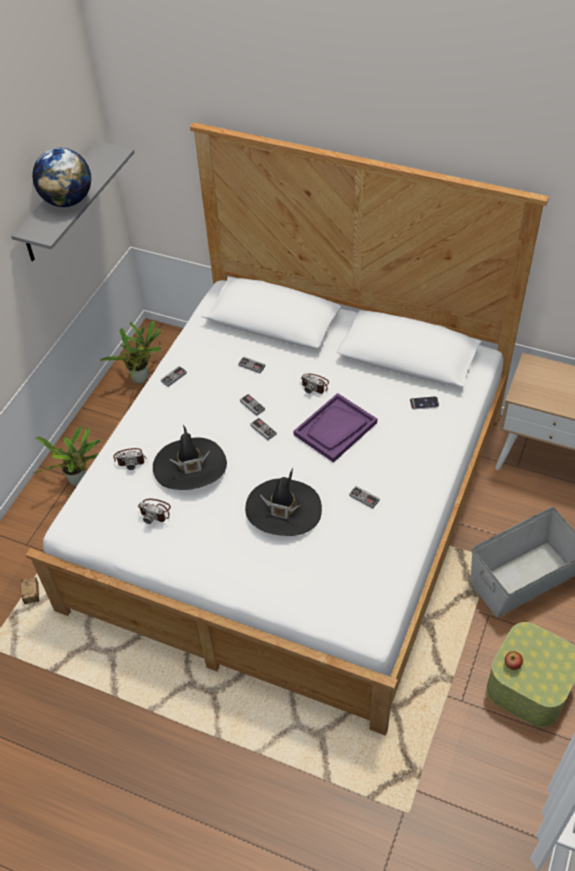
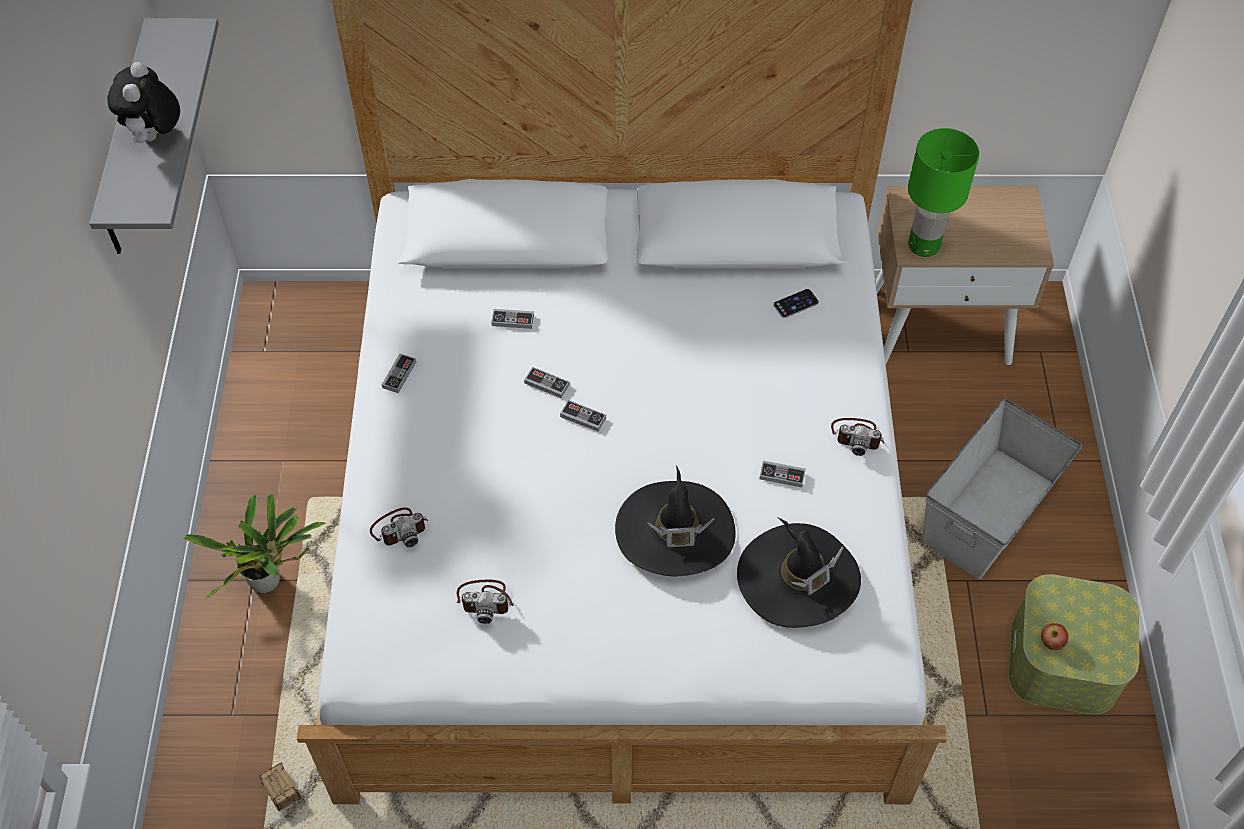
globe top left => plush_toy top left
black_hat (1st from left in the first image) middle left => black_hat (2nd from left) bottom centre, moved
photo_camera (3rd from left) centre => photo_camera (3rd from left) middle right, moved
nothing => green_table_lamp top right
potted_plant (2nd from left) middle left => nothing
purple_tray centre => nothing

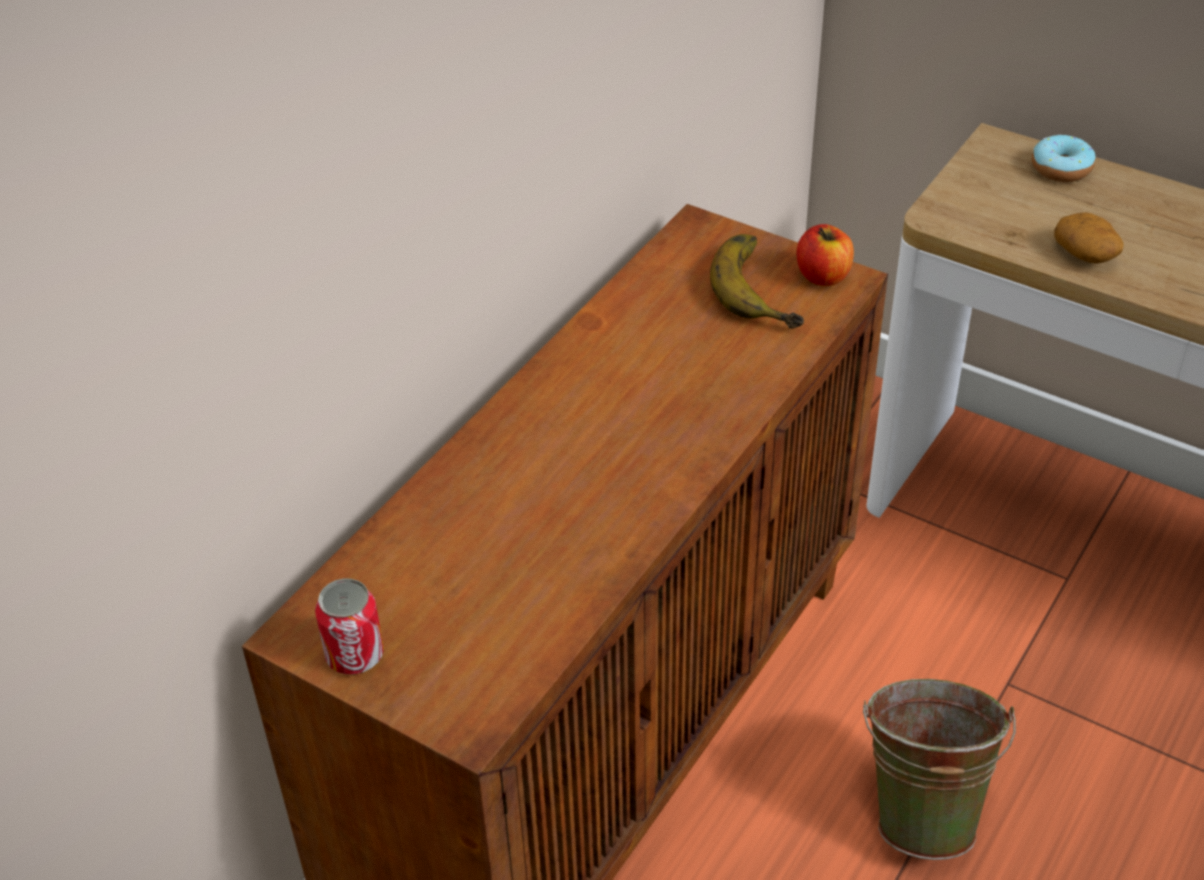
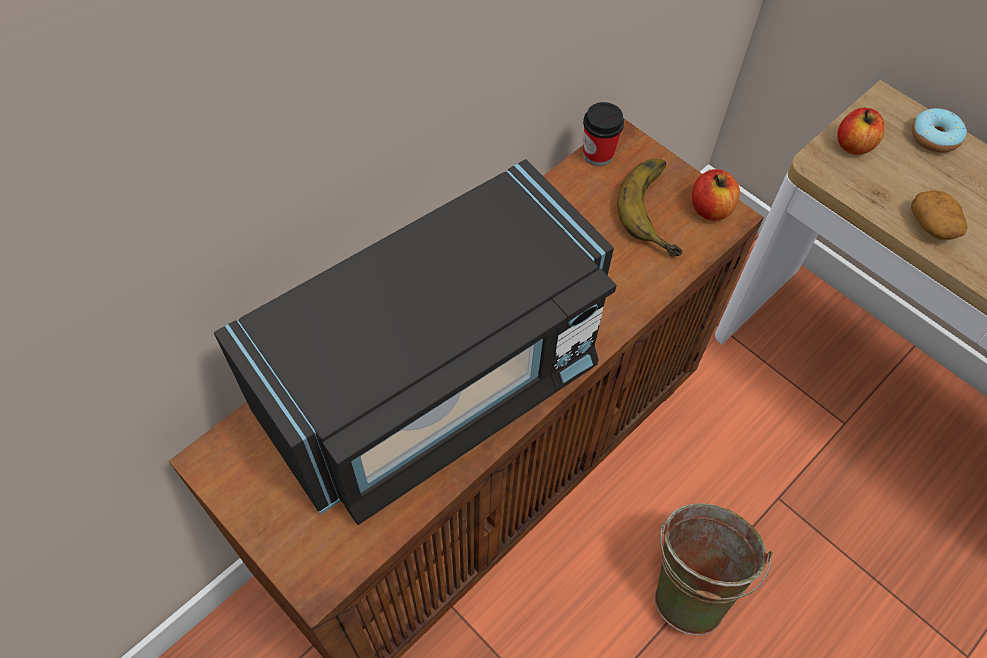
nothing => black_microwave centre
nothing => cup top centre
nothing => apple (2nd from left) top right
can bottom left => nothing

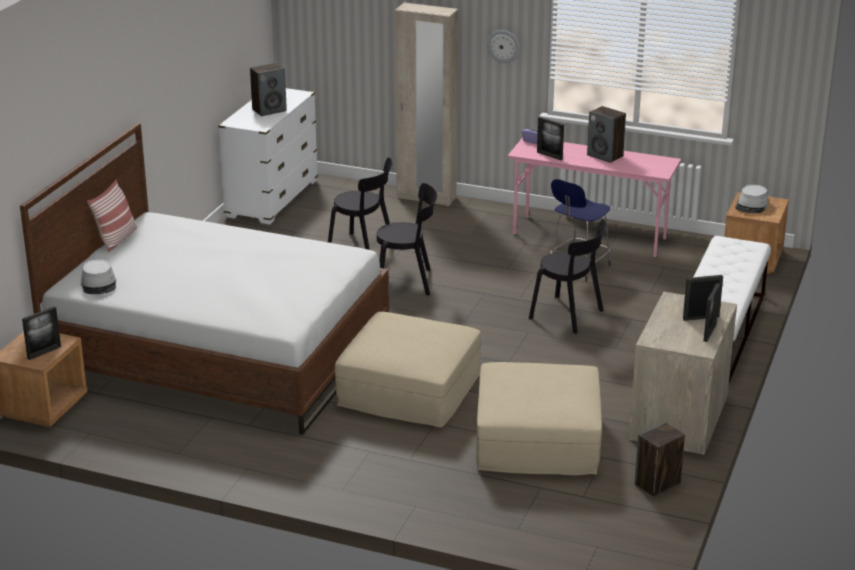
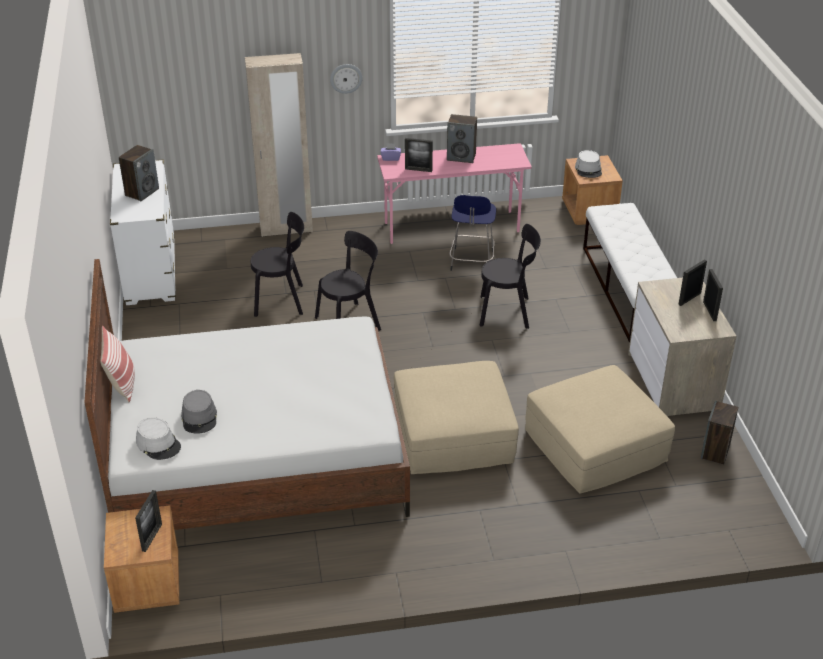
nothing => grey_hat (2nd from left) middle left

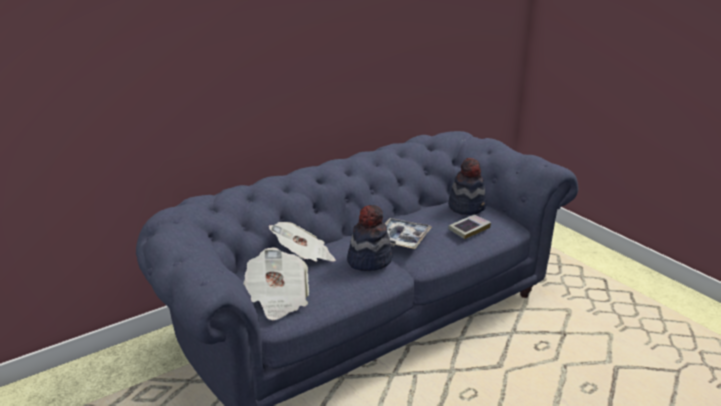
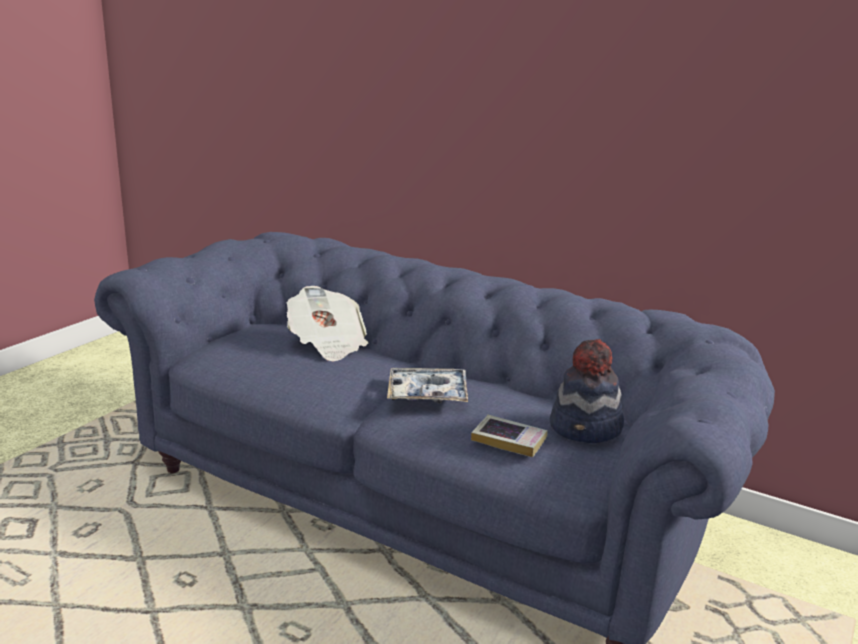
newspaper (1st from left) bottom centre => nothing
hat (1st from left) centre => nothing

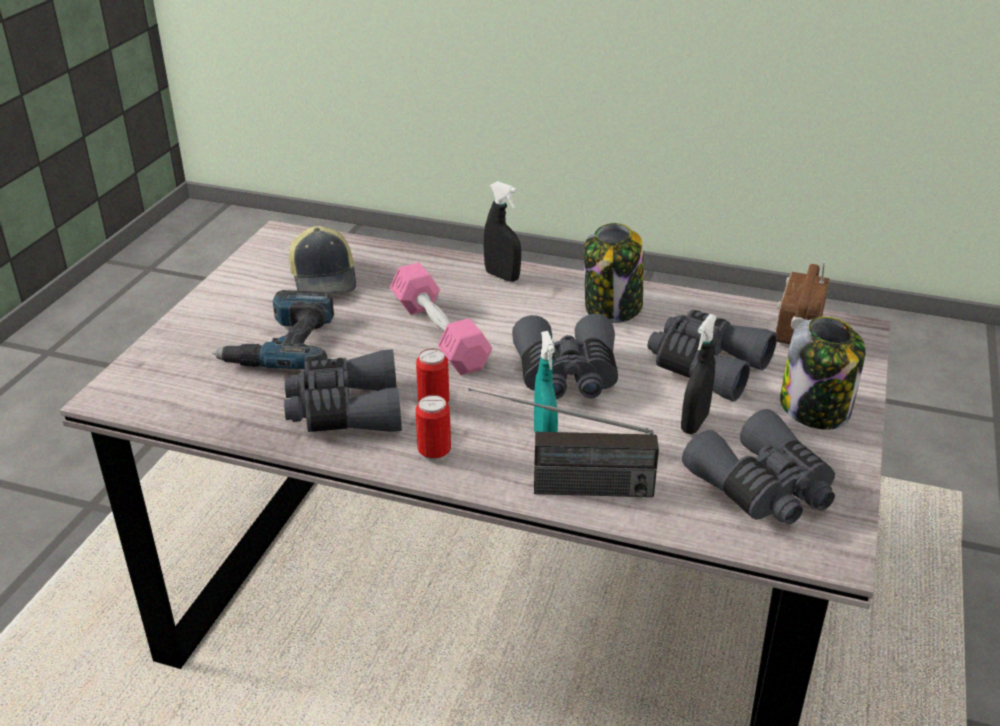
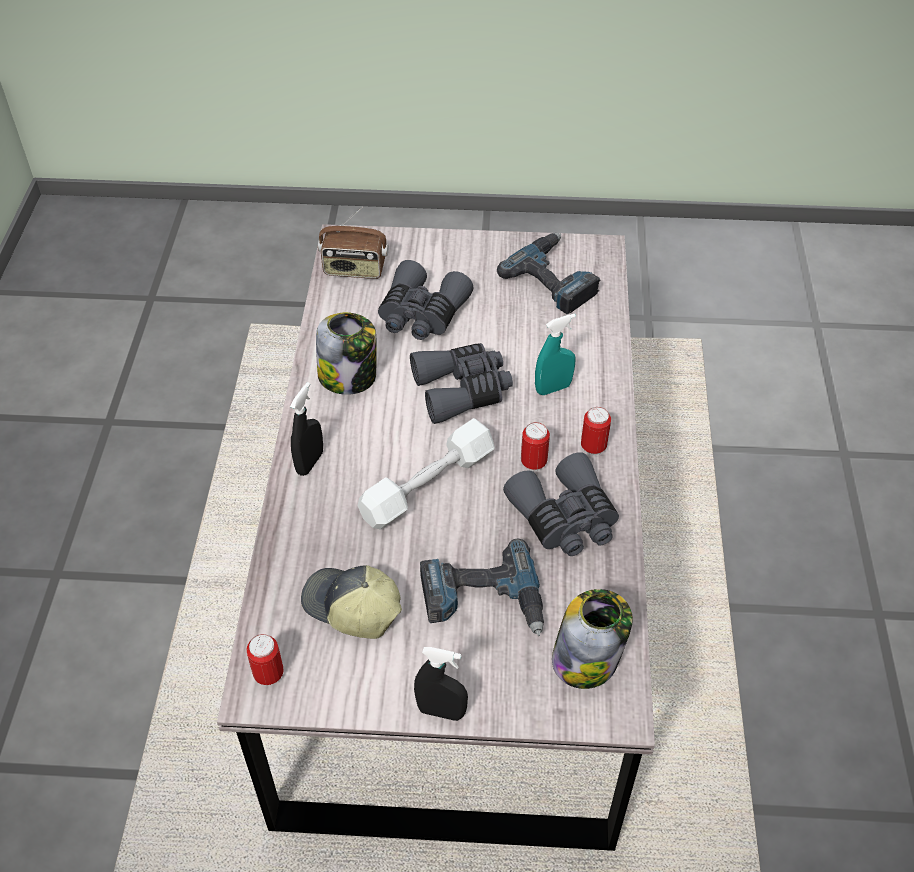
nothing => can (1st from left) bottom left
cap middle left => cap bottom centre, 120 degrees counterclockwise
pink_dumbbell centre => white_dumbbell centre
black_spray_bottle (2nd from left) middle right => black_spray_bottle (2nd from left) bottom centre, moved
grey_binoculars (4th from left) middle right => power_drill (2nd from left) top centre
jar (2nd from left) middle right => jar (2nd from left) bottom centre, moved
radio (1st from left) centre => nothing

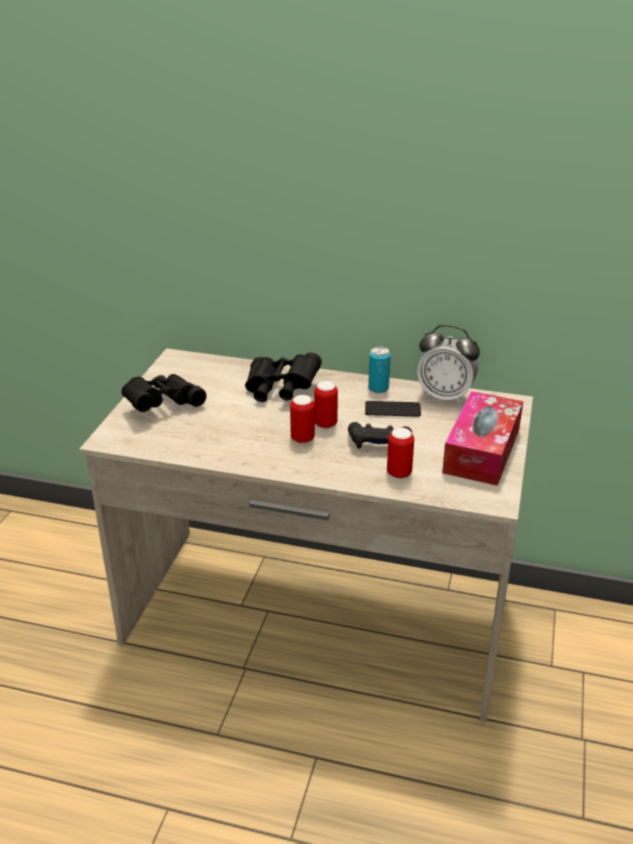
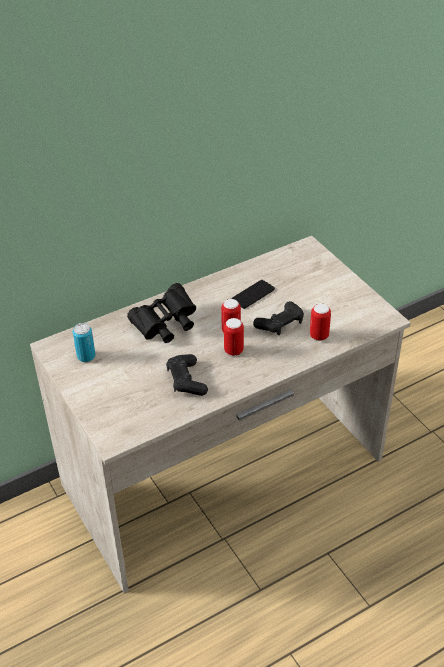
can (3rd from left in the first image) centre => can (1st from left) middle left, moved
nothing => black_game_controller (1st from left) centre
black_binoculars (1st from left) middle left => nothing
alarm_clock middle right => nothing
tissue_box middle right => nothing

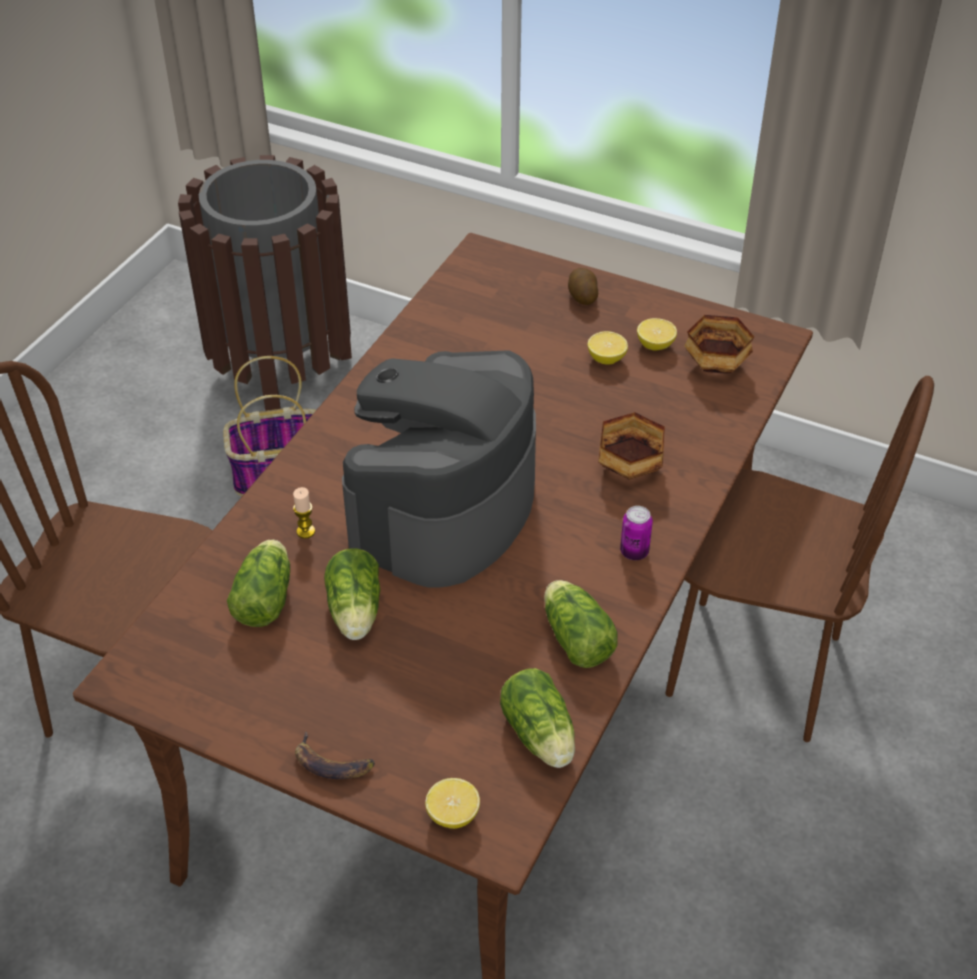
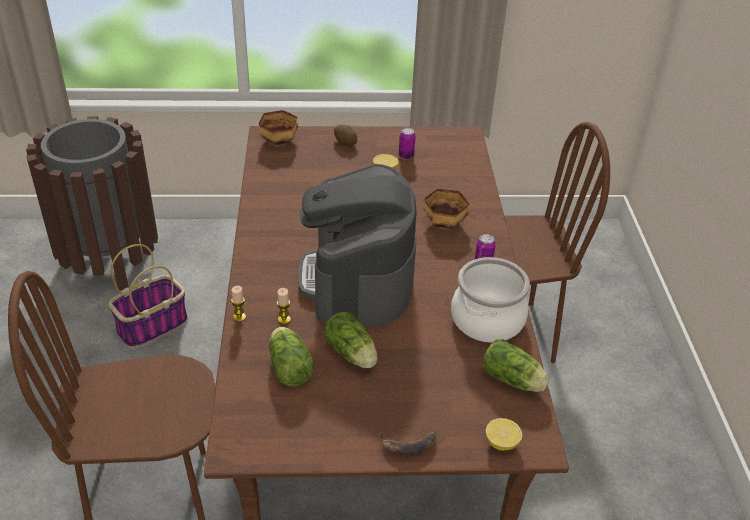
nothing => candle (1st from left) middle left
bowl (2nd from left in the first image) middle right => bowl (1st from left) top centre, moved
lemon (3rd from left) middle right => can (1st from left) top centre
lettuce (4th from left) centre => cooking_pot centre

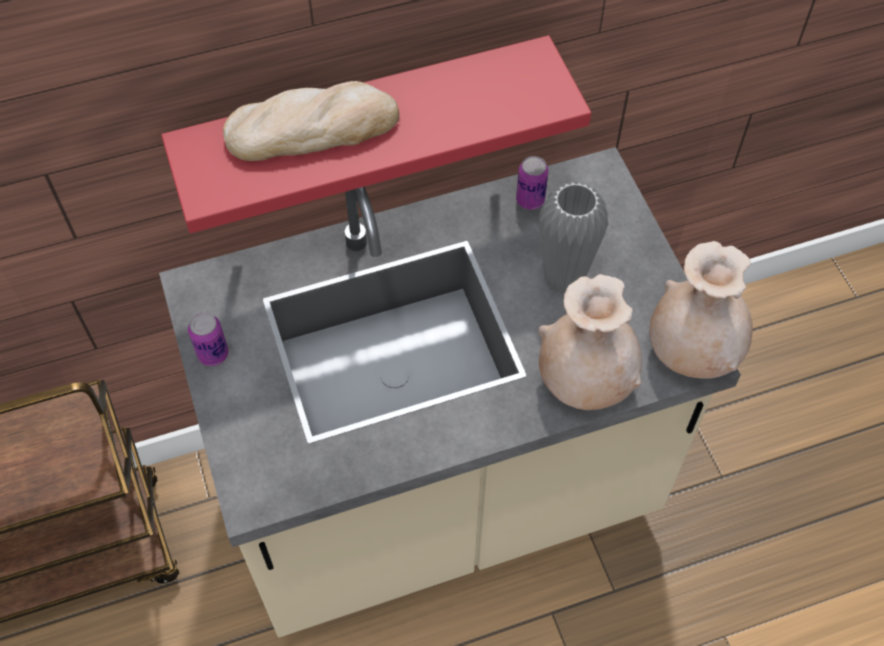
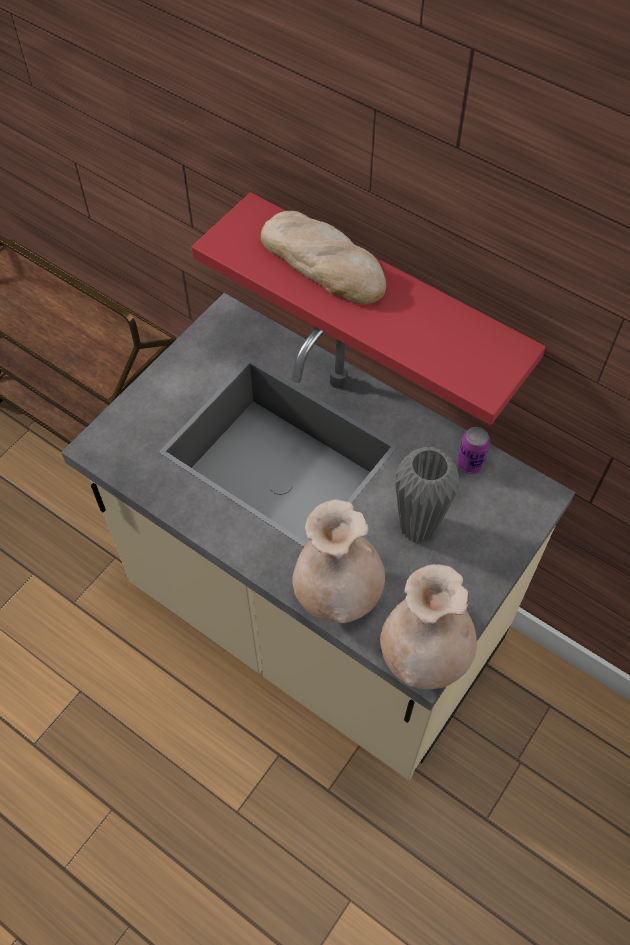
can (1st from left) middle left => nothing

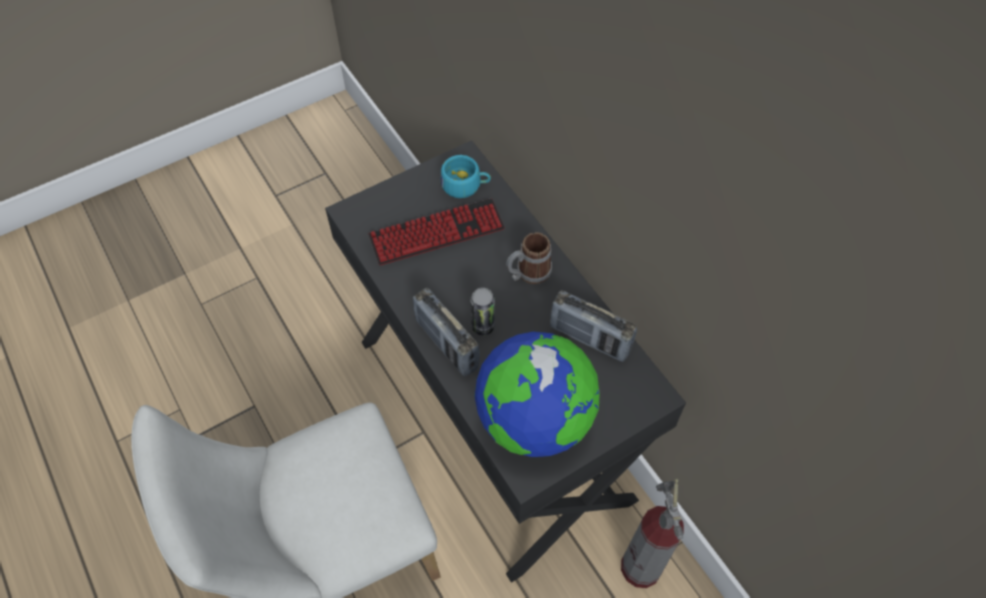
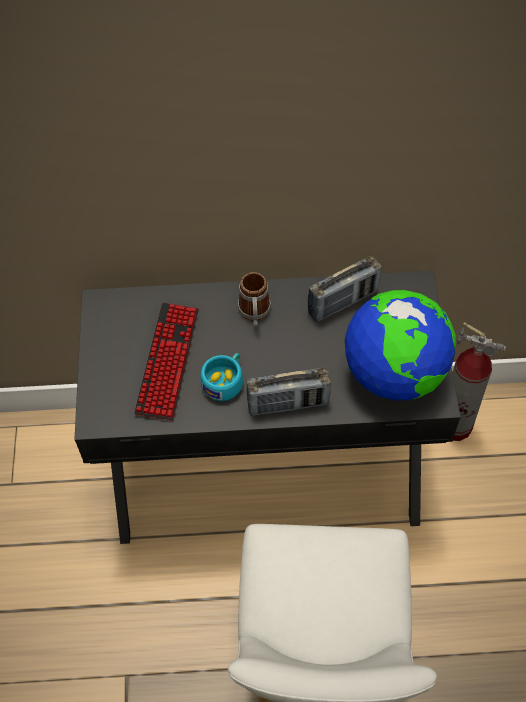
turquoise_cup top centre => turquoise_cup centre, moved
can centre => nothing

